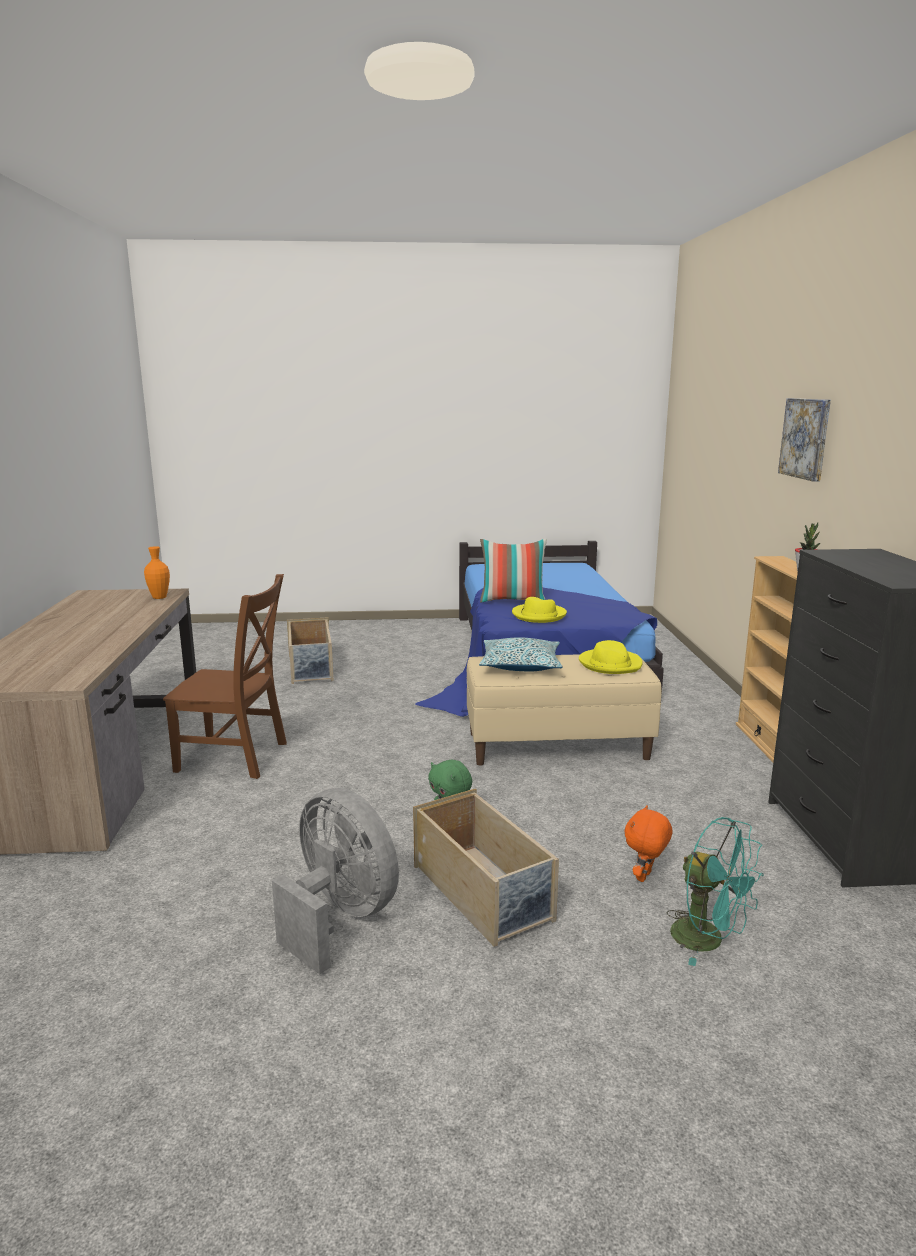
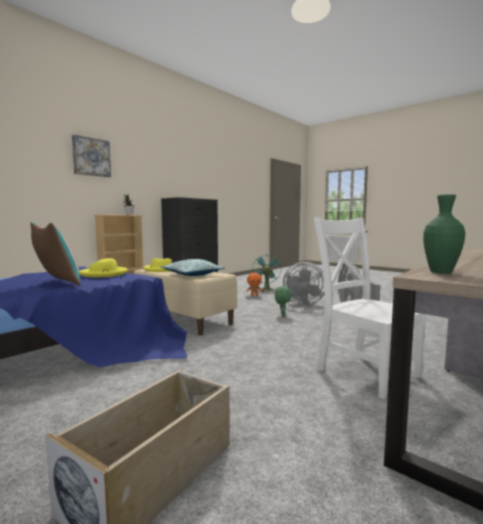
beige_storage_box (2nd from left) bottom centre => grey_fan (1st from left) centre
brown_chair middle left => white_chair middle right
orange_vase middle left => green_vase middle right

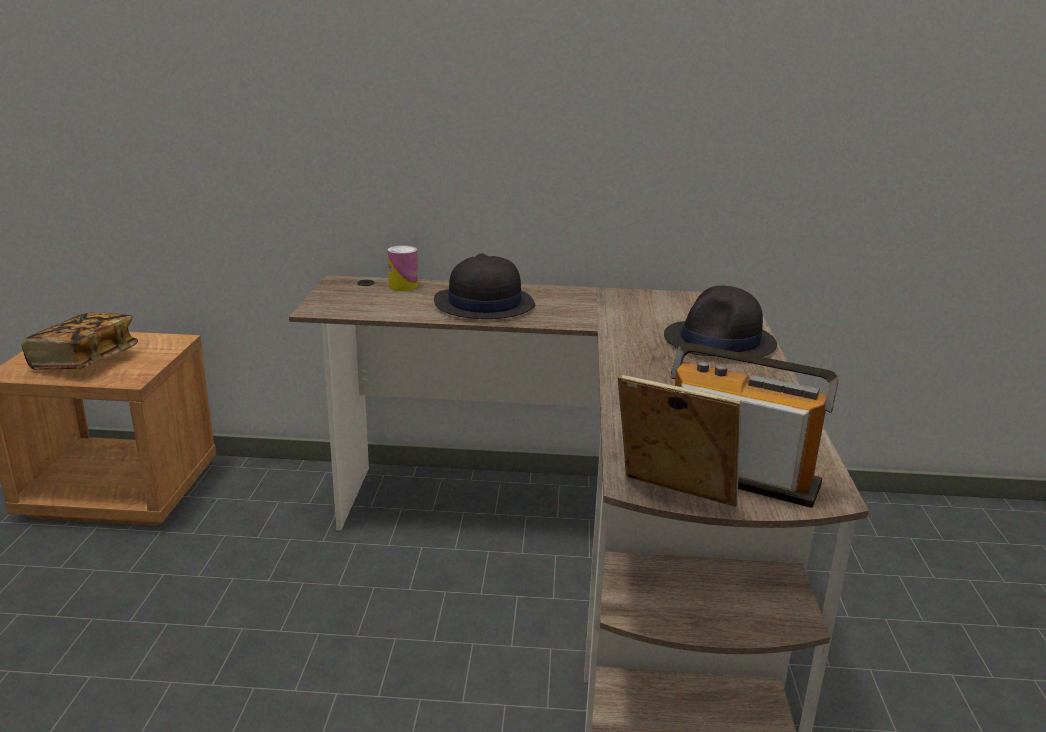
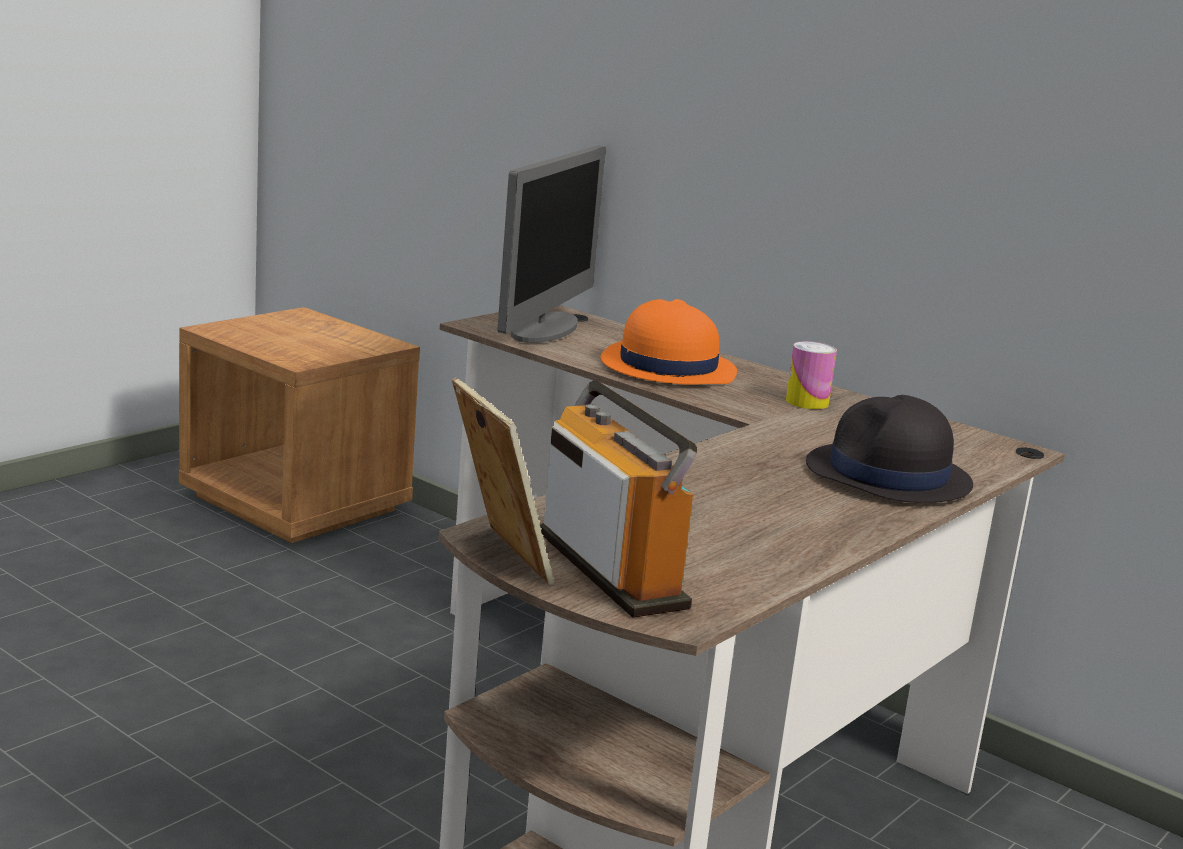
nothing => monitor top centre
black_hat (1st from left) centre => orange_hat centre
can centre => can middle right, moved
book middle left => nothing

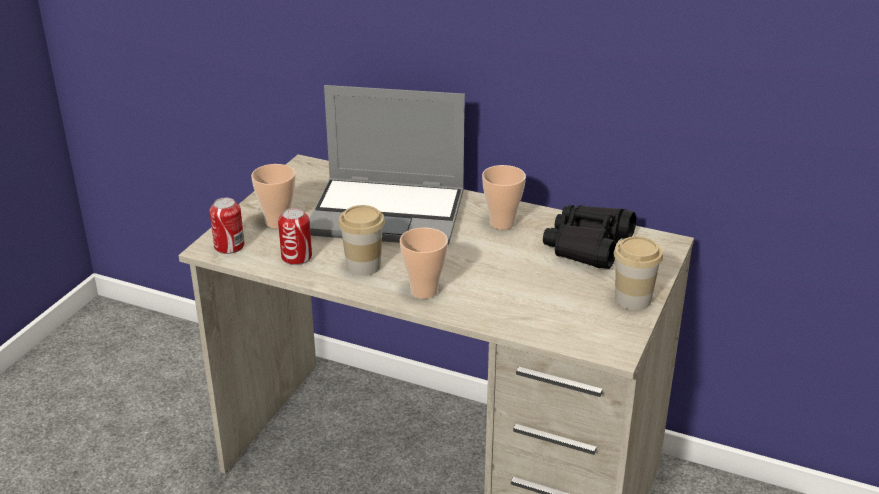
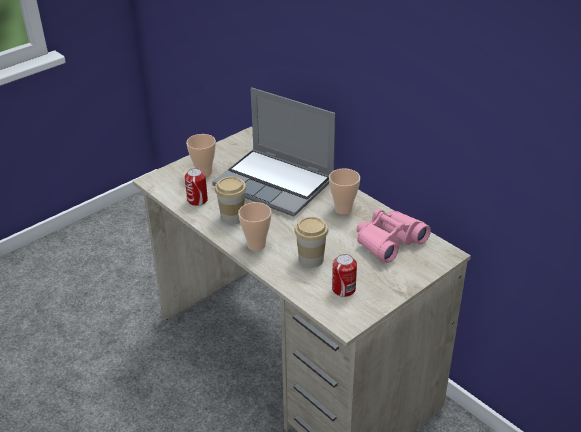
cup (5th from left in the first image) middle right => cup (4th from left) centre, moved
can (1st from left in the first image) middle left => can (2nd from left) centre, moved
black_binoculars middle right => pink_binoculars middle right

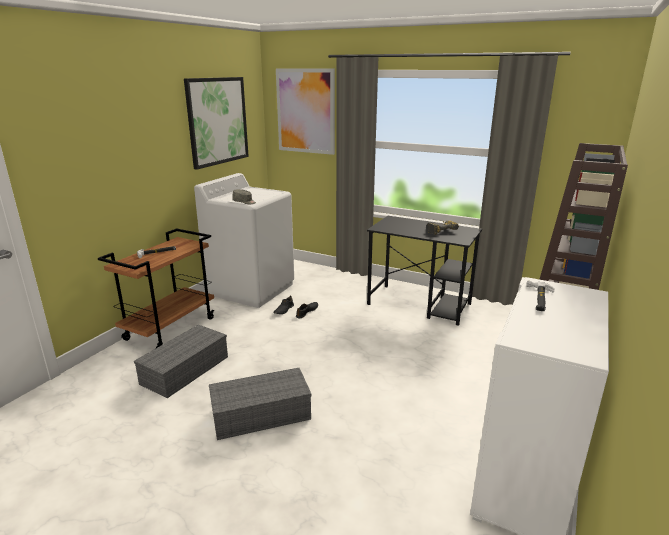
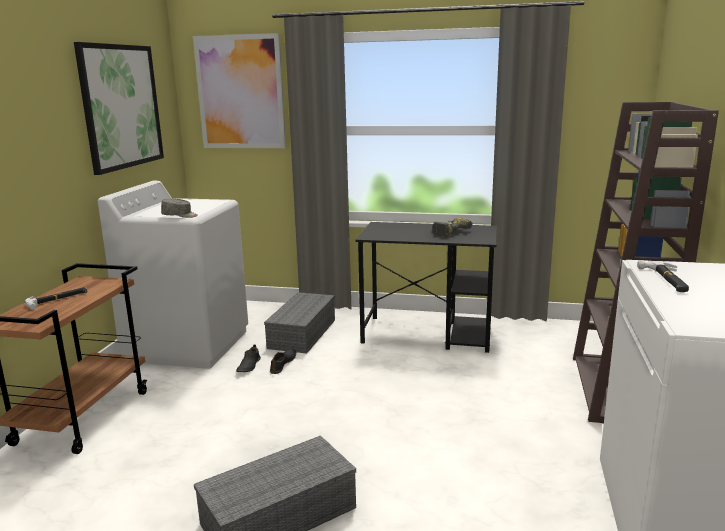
grey_storage_box (1st from left in the first image) bottom left => grey_storage_box (2nd from left) centre, moved

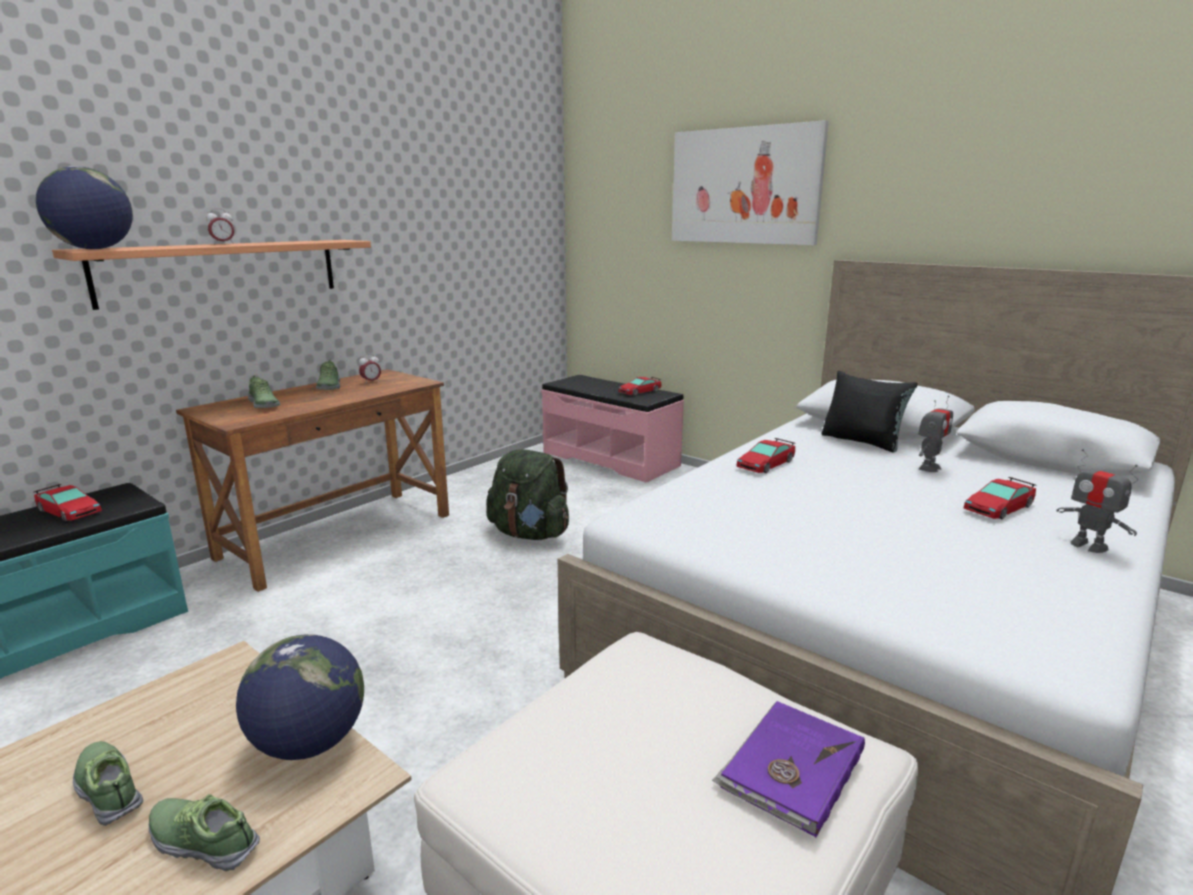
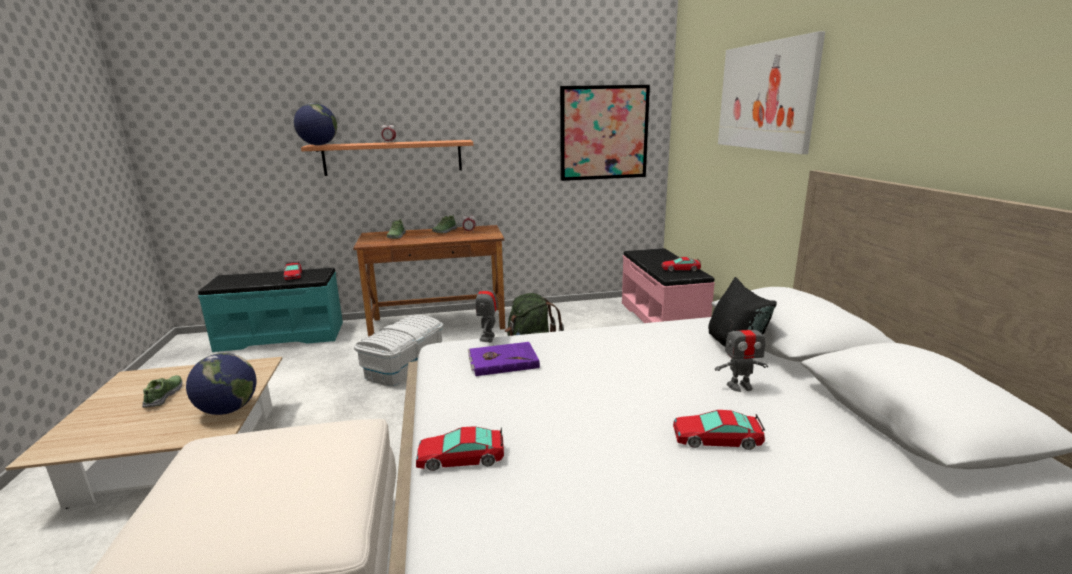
nothing => white_storage_box centre
toy_car (3rd from left in the first image) centre => toy_car (2nd from left) bottom centre, moved
purple_book bottom centre => purple_book centre, moved
toy_robot (2nd from left in the first image) middle right => toy_robot (1st from left) centre, moved
nothing => picture (1st from left) top centre
shoe (2nd from left) bottom left => nothing

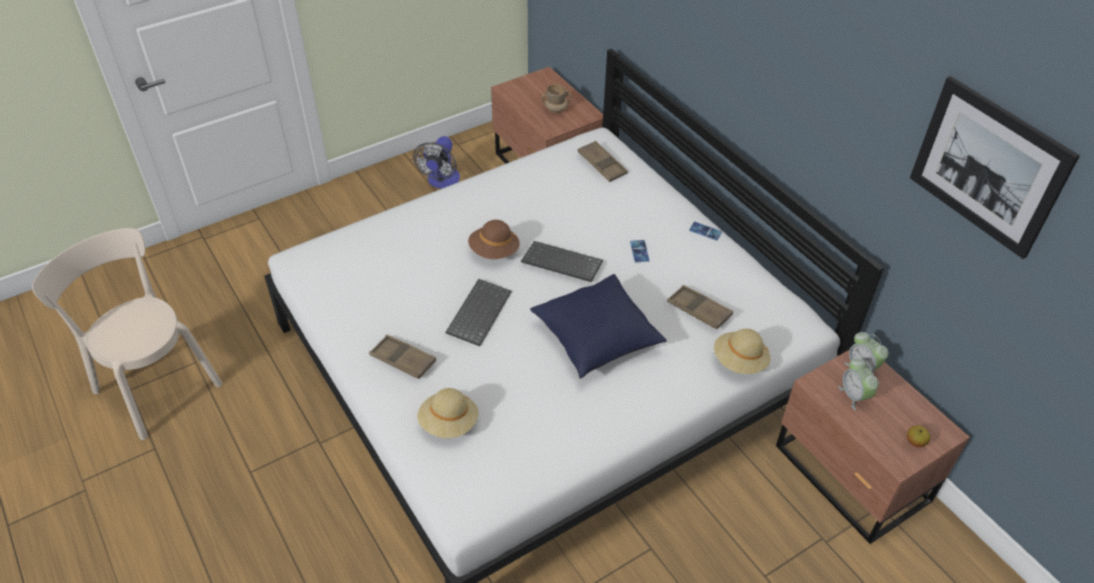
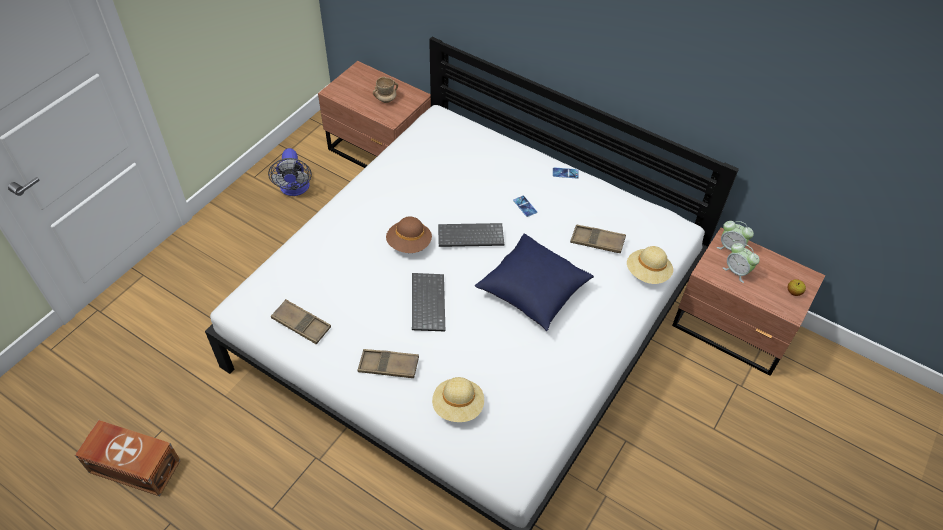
beige_chair middle left => brown_storage_box bottom left
brown_tray (2nd from left in the first image) top centre => brown_tray (1st from left) middle left, moved
picture top right => nothing

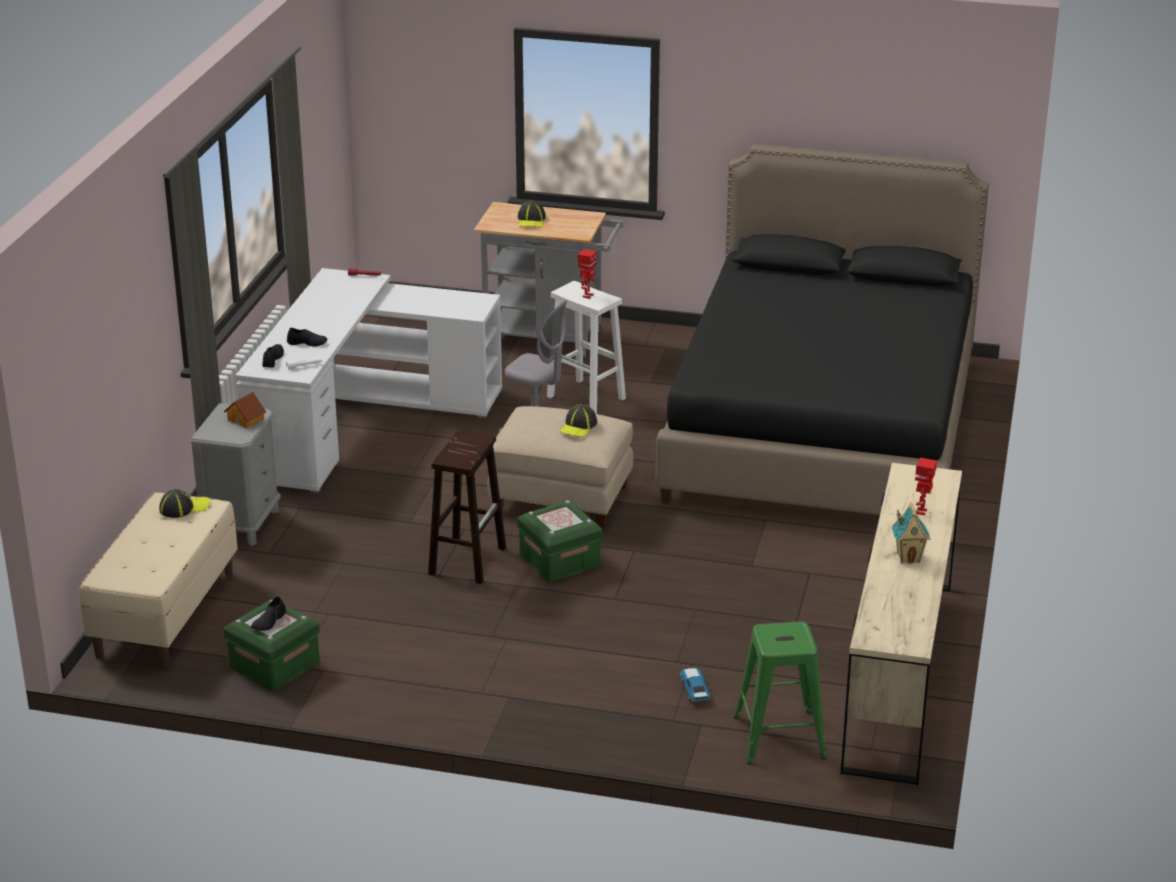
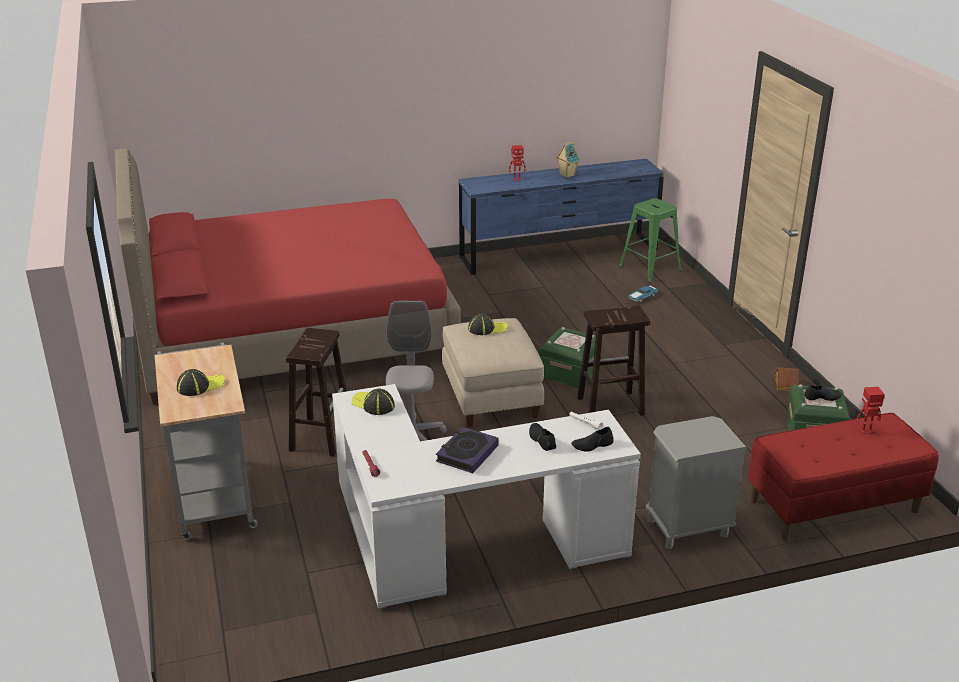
black_bed middle right => red_bed middle left
white_stool centre => brown_stool (1st from left) middle left
cap (1st from left in the first image) middle left => cap (2nd from left) centre, moved
nothing => book centre
beige_dresser bottom right => blue_dresser top centre
beige_bench middle left => red_bench bottom right
toy_house (1st from left in the first image) middle left => toy_house (2nd from left) middle right, moved
toy_robot (1st from left in the first image) top centre => toy_robot (2nd from left) middle right, moved

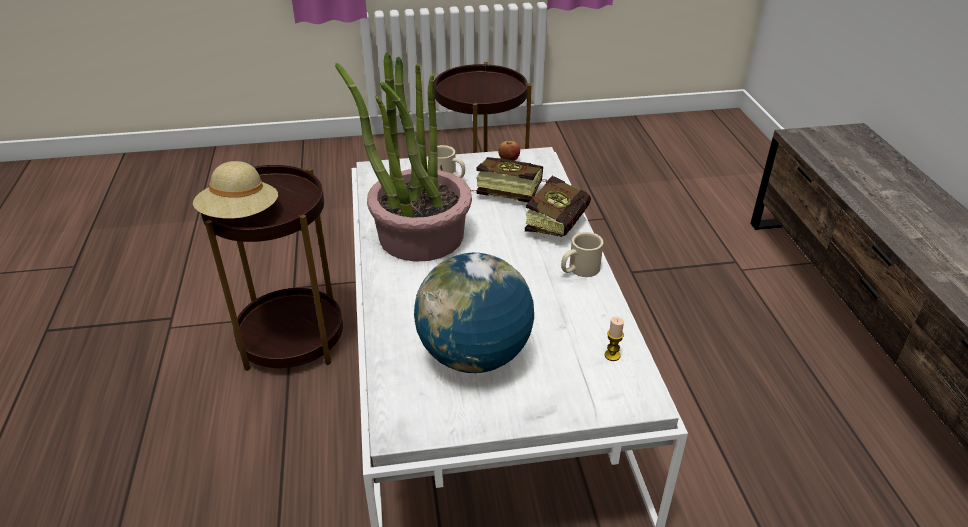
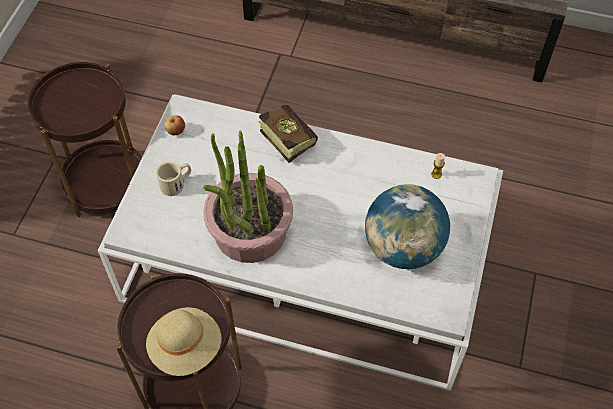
book (1st from left) centre => nothing
beige_mug (2nd from left) centre => nothing

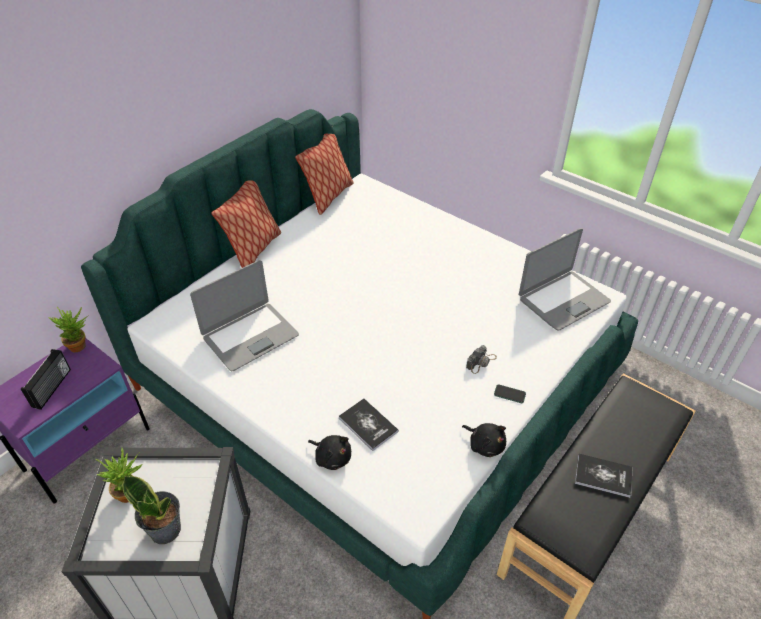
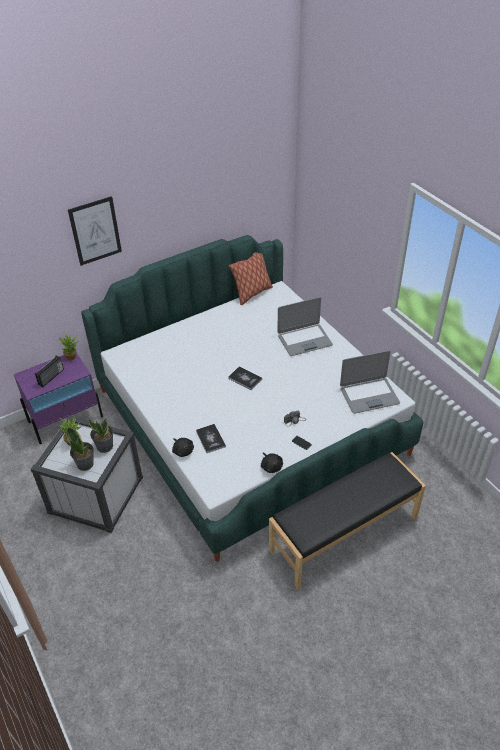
nothing => picture top left
nothing => potted_plant (4th from left) middle left
book (2nd from left) bottom right => book (2nd from left) centre, moved
laptop (1st from left) middle left => laptop (1st from left) centre, moved
pillow (1st from left) middle left => nothing

